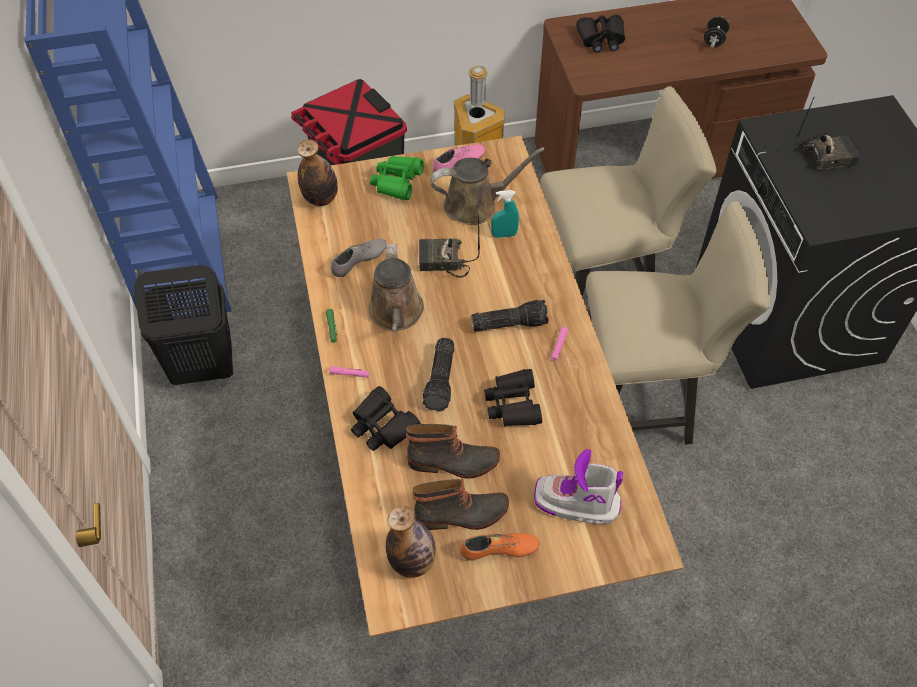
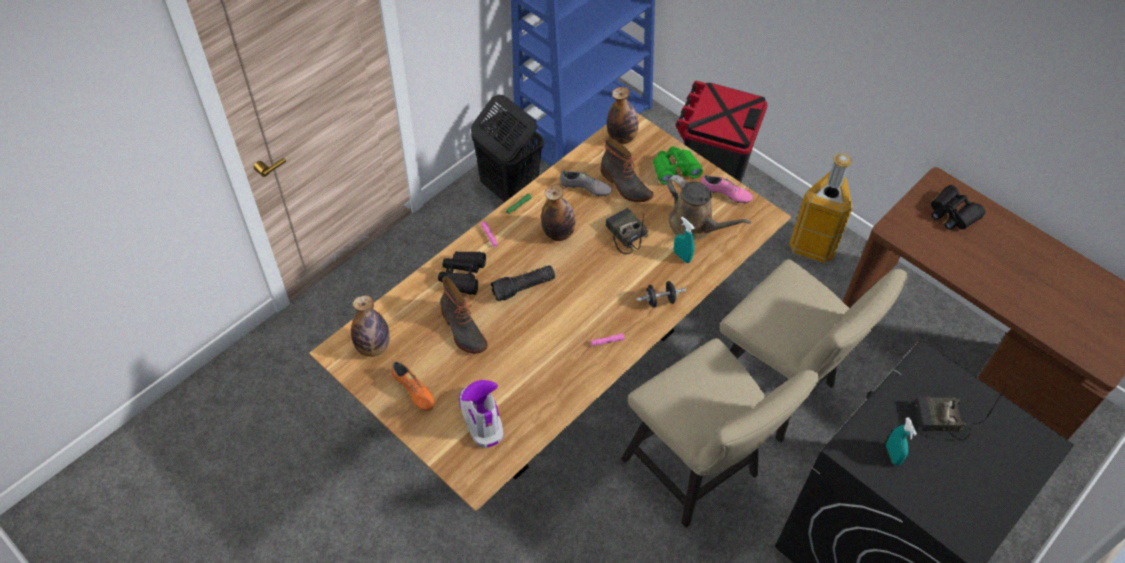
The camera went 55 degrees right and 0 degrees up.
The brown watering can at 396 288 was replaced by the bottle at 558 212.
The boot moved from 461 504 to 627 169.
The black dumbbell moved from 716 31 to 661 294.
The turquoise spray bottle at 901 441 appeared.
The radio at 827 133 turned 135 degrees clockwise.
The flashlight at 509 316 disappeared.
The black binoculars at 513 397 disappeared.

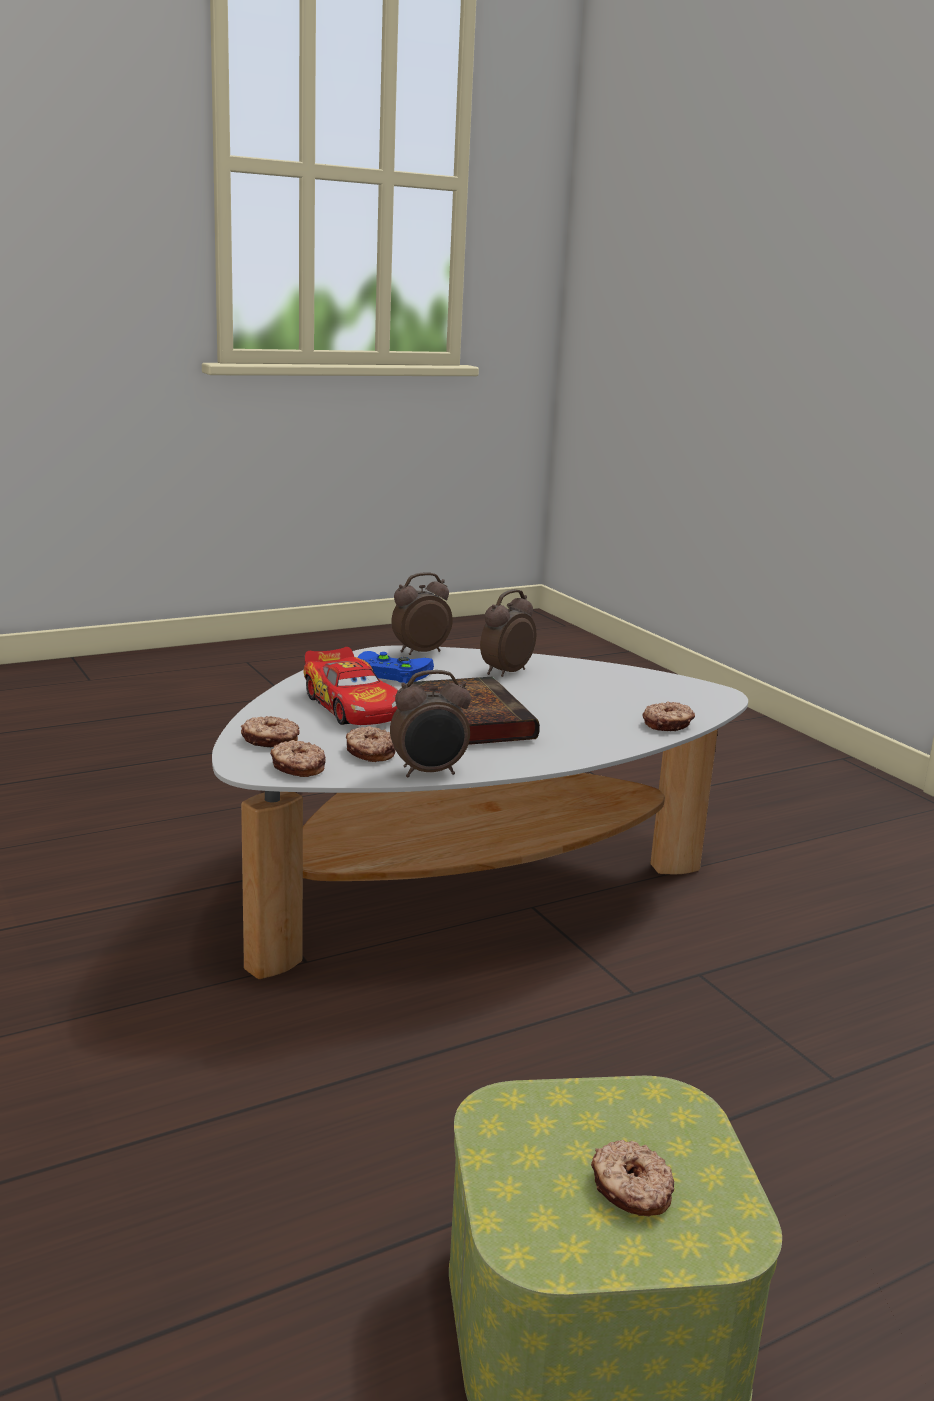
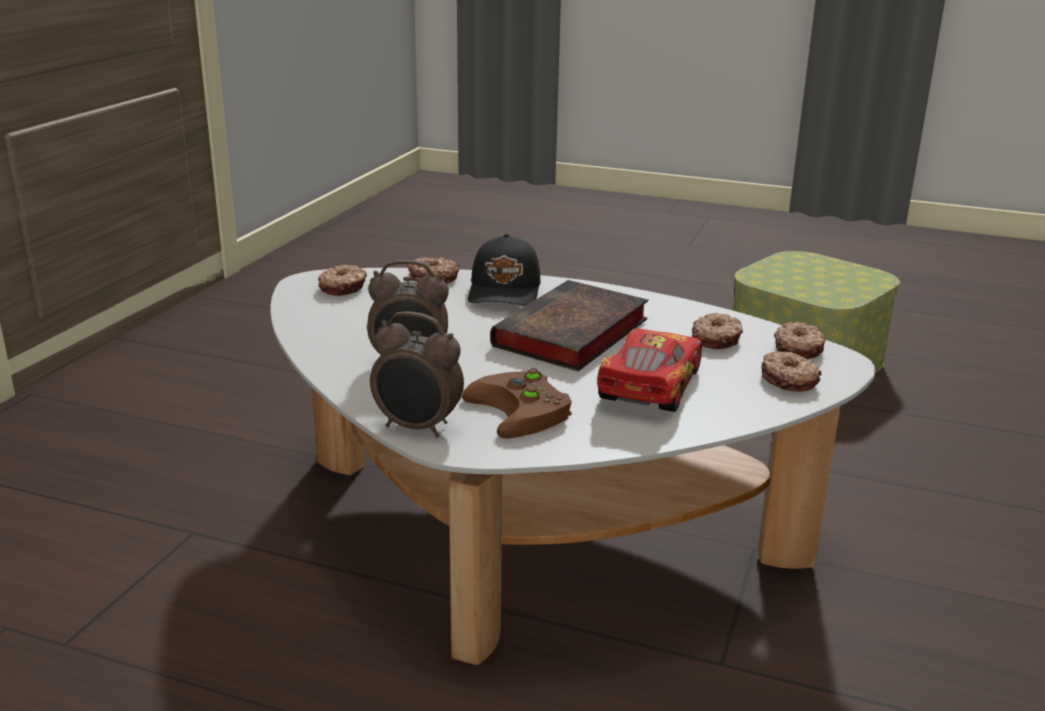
The camera went 130 degrees left and 5 degrees up.
The donut moved from 632 1178 to 342 280.
The blue game controller at 396 667 became the brown game controller at 517 403.
The black cap at 504 270 appeared.
The alarm clock at 430 723 disappeared.

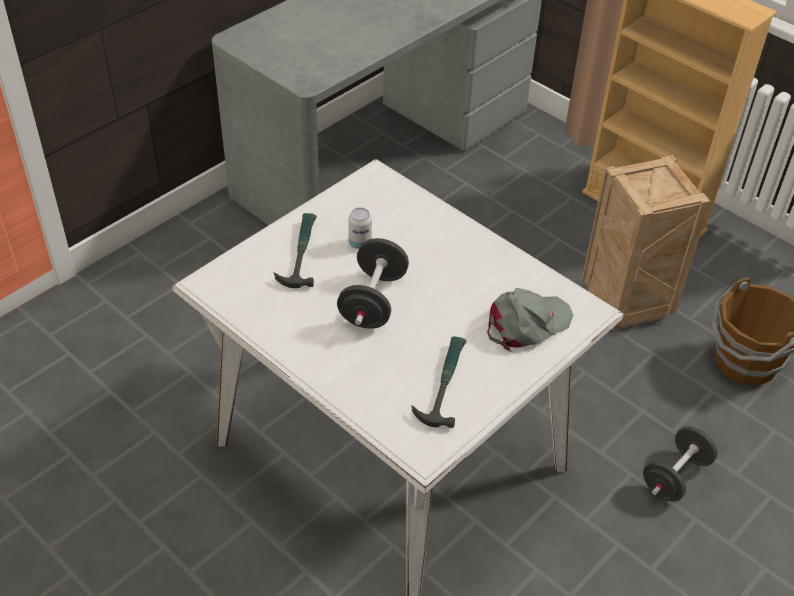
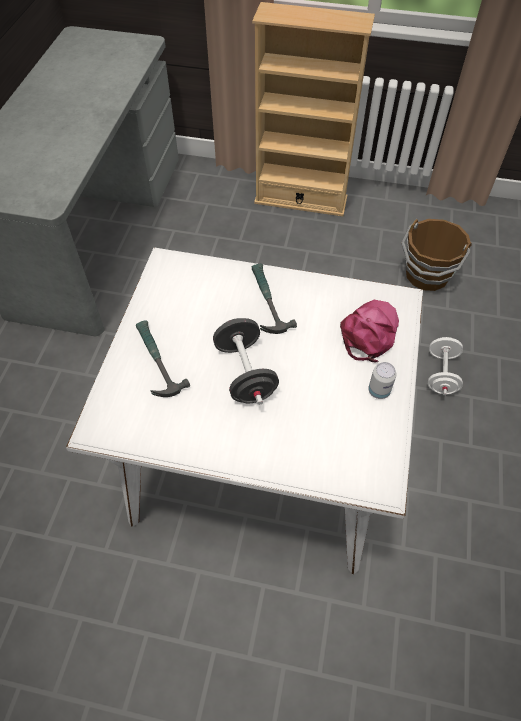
The camera went 30 degrees left and 10 degrees up.
The hammer moved from 439 382 to 274 299.
The grey cap at 530 320 became the pink cap at 369 331.
The can moved from 360 228 to 382 380.
The black dumbbell at 680 464 became the white dumbbell at 445 366.
The crate at 646 242 disappeared.

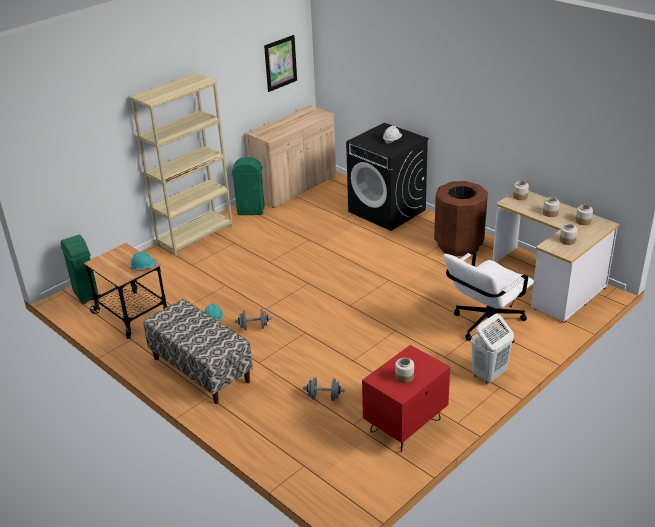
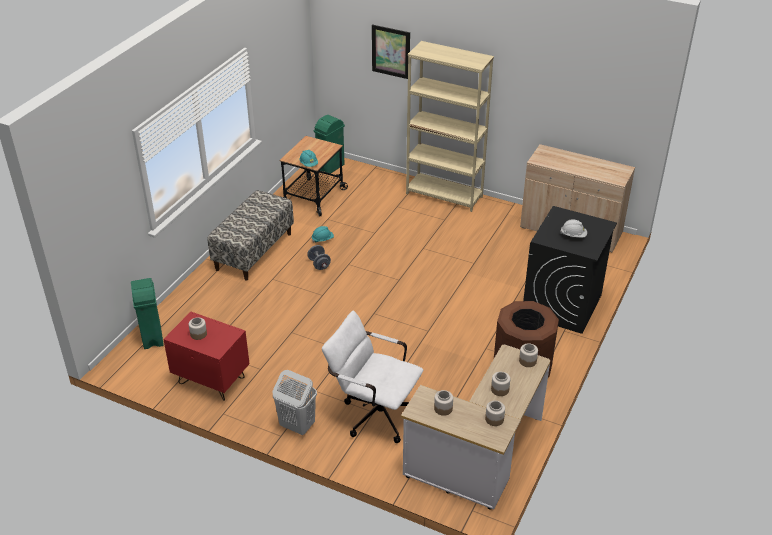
The camera went 70 degrees right and 5 degrees up.
The green trash can moved from 248 186 to 147 313.
The picture moved from 280 63 to 391 51.
The grey dumbbell at 323 389 disappeared.

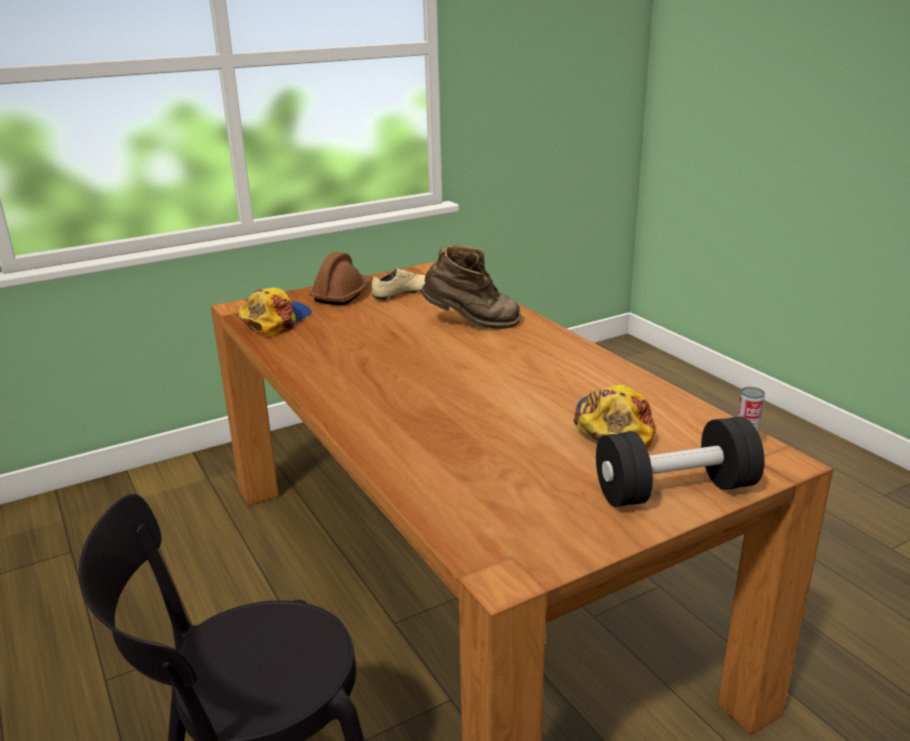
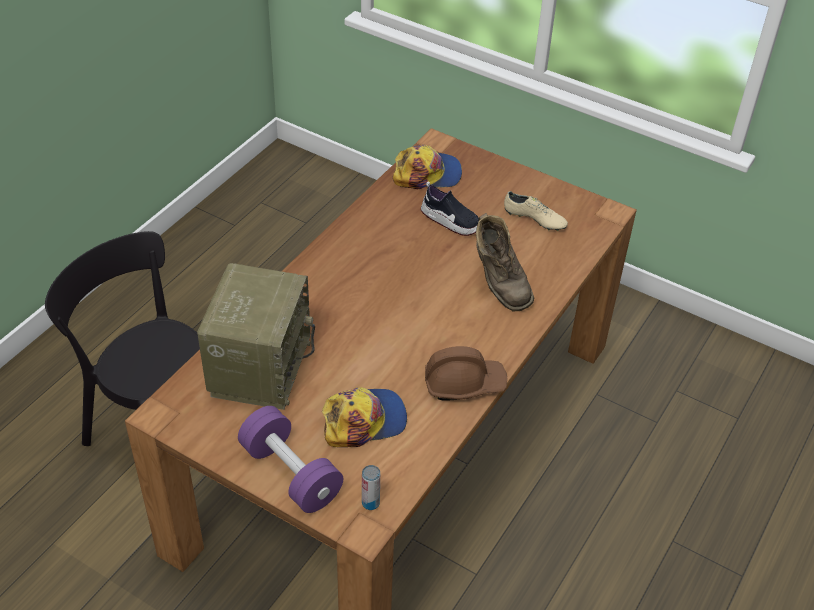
The camera went 60 degrees right and 20 degrees up.
The radio at 256 336 appeared.
The black dumbbell at 680 461 became the purple dumbbell at 290 459.
The shoe at 450 209 appeared.
The brown hard hat moved from 341 278 to 466 373.

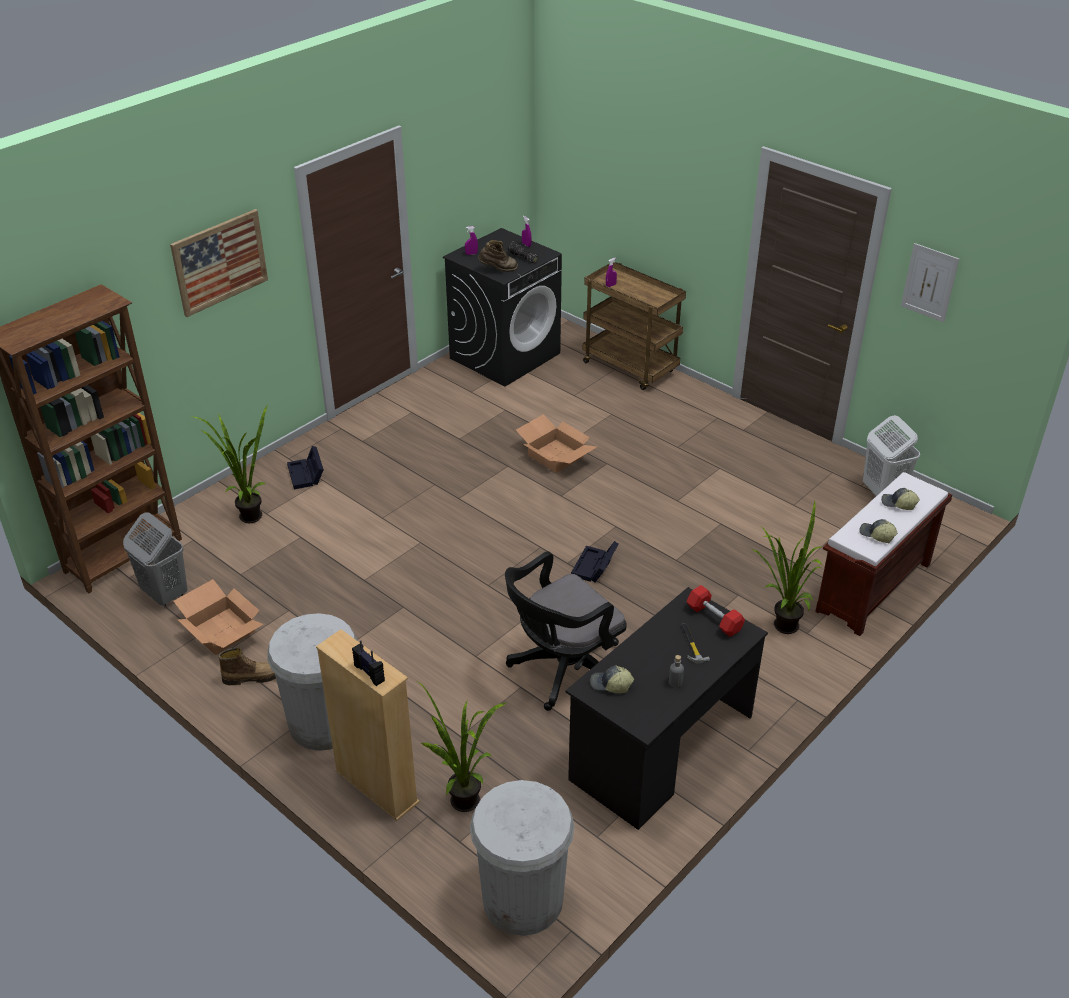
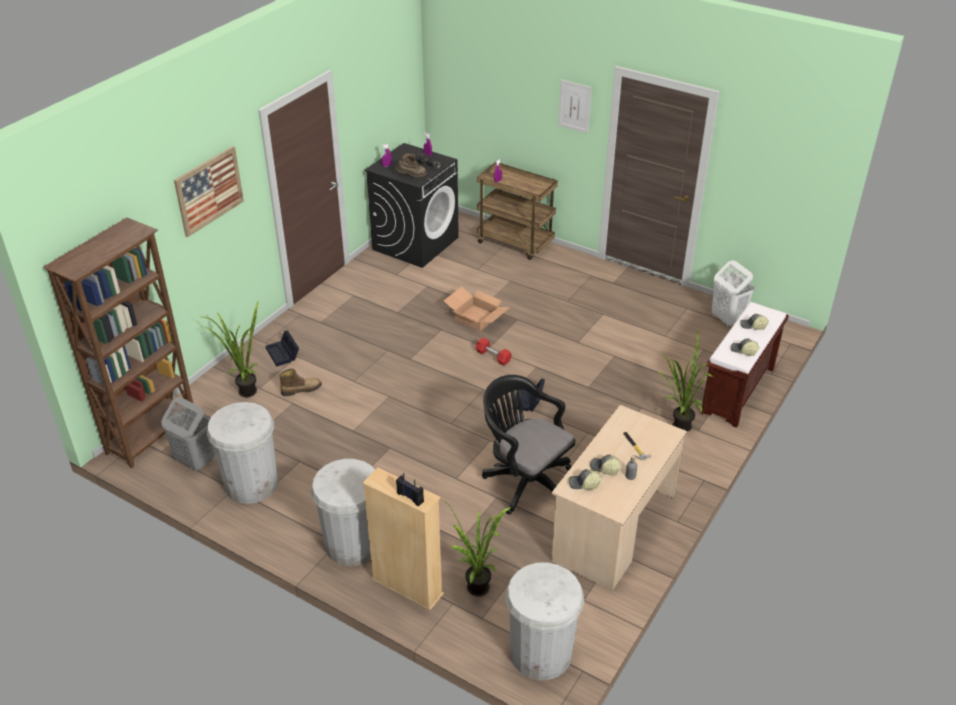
The camera went 10 degrees left and 0 degrees up.
The cardboard box at 219 617 was replaced by the white trash can at 242 453.
The boot moved from 247 666 to 300 382.
The red dumbbell moved from 716 611 to 493 352.
The black office chair at 566 631 turned 90 degrees clockwise.
The black desk at 667 708 became the beige desk at 619 498.
The picture moved from 930 282 to 575 106.
The cap at 606 465 appeared.

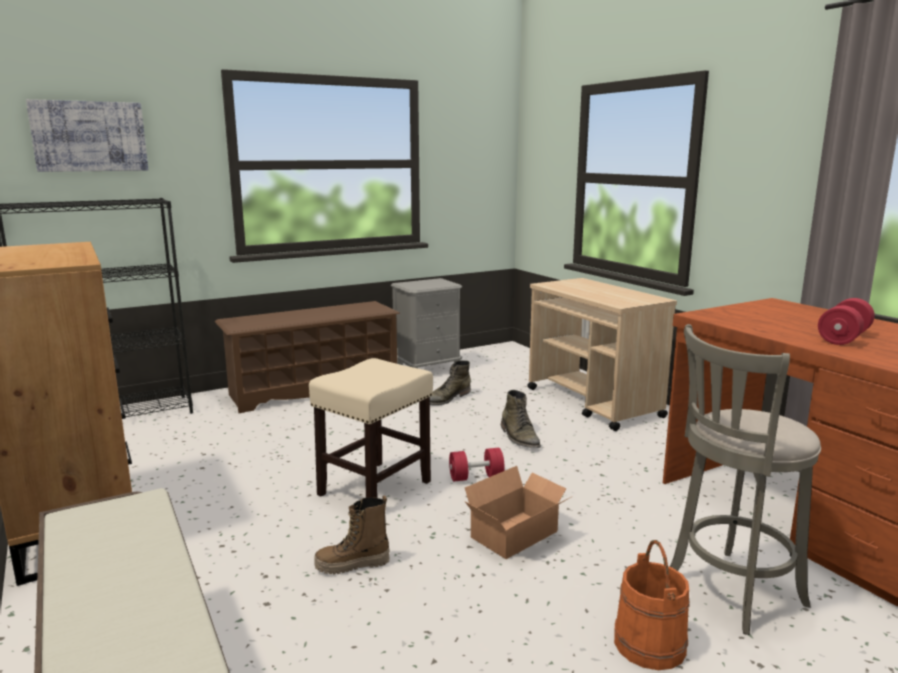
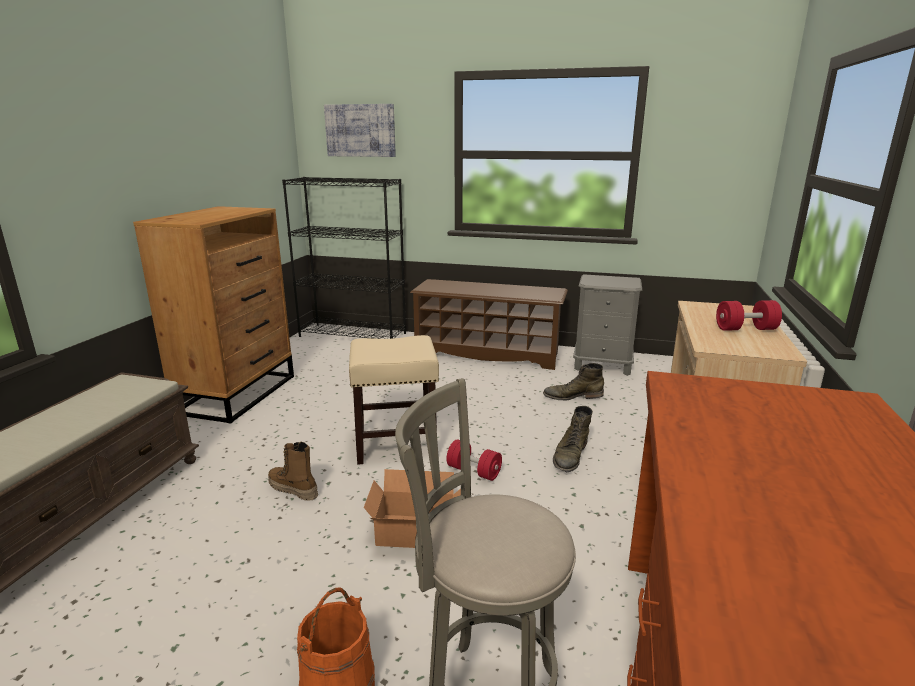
The camera went 45 degrees right and 5 degrees up.
The red dumbbell moved from 846 321 to 749 315.

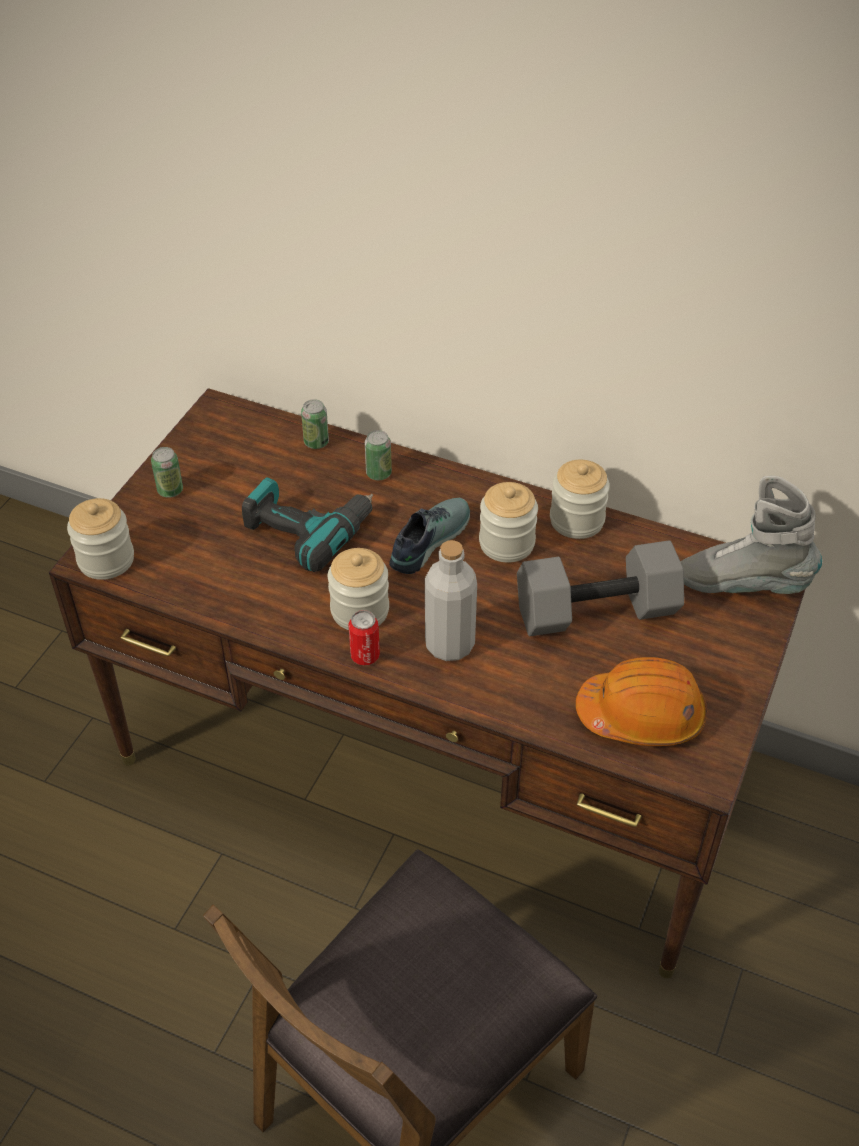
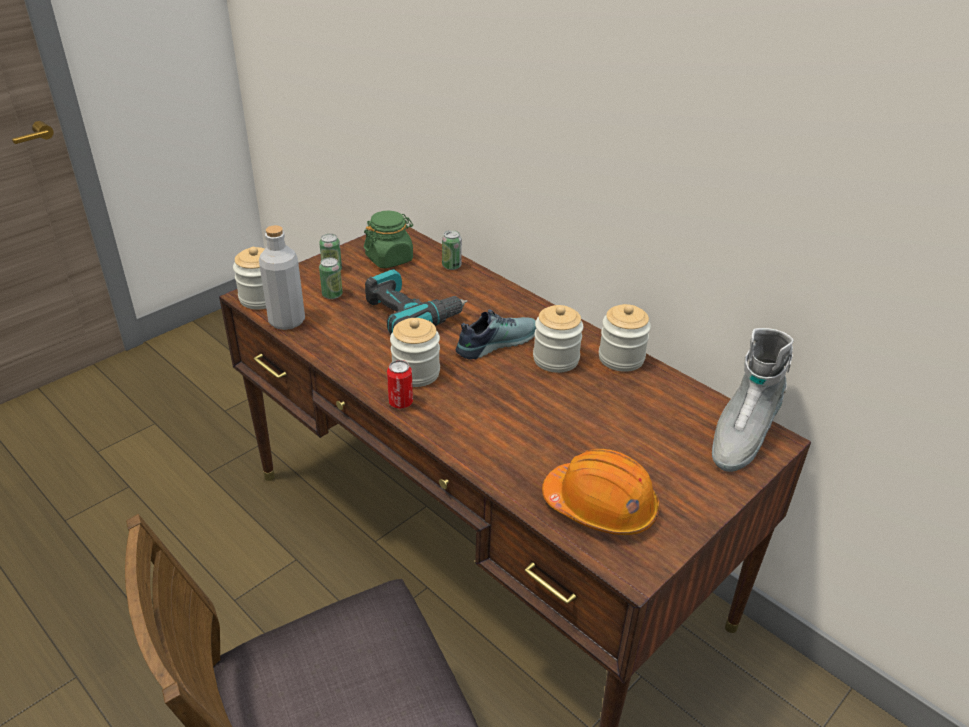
The camera went 20 degrees right and 10 degrees down.
The grey bottle moved from 451 600 to 282 277.
The can moved from 378 455 to 331 278.
The green jar at 388 239 appeared.
The grey boot at 751 535 turned 90 degrees counterclockwise.
The grey dumbbell at 600 588 disappeared.

